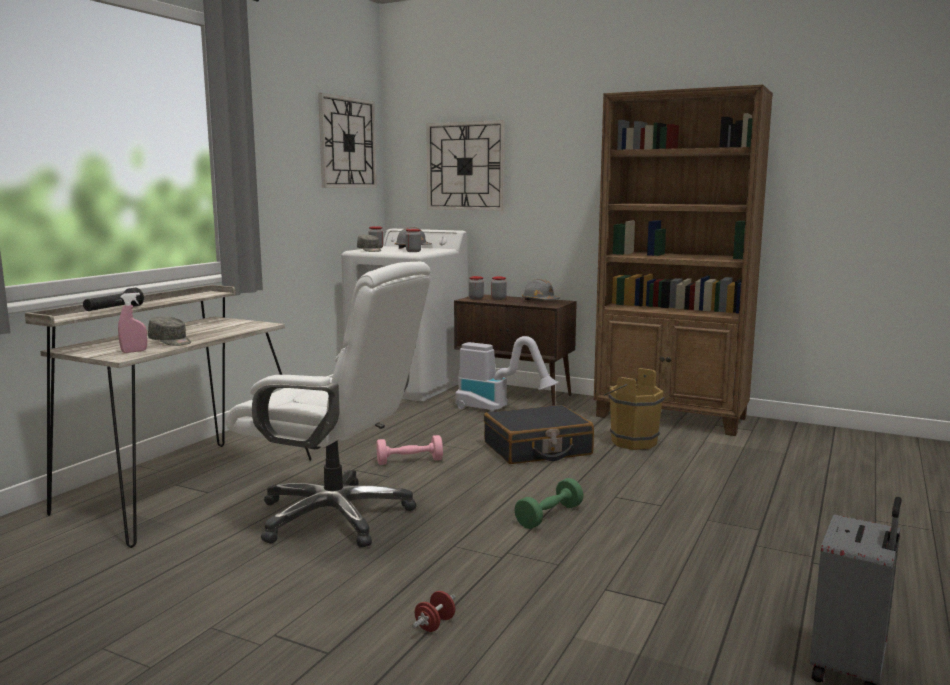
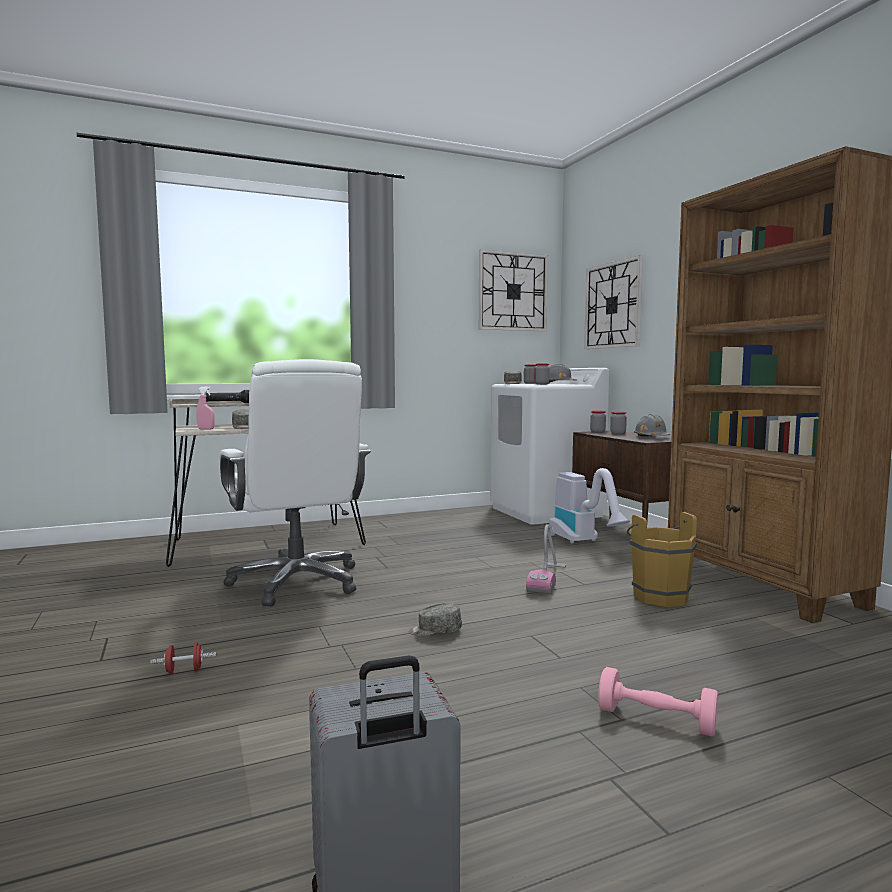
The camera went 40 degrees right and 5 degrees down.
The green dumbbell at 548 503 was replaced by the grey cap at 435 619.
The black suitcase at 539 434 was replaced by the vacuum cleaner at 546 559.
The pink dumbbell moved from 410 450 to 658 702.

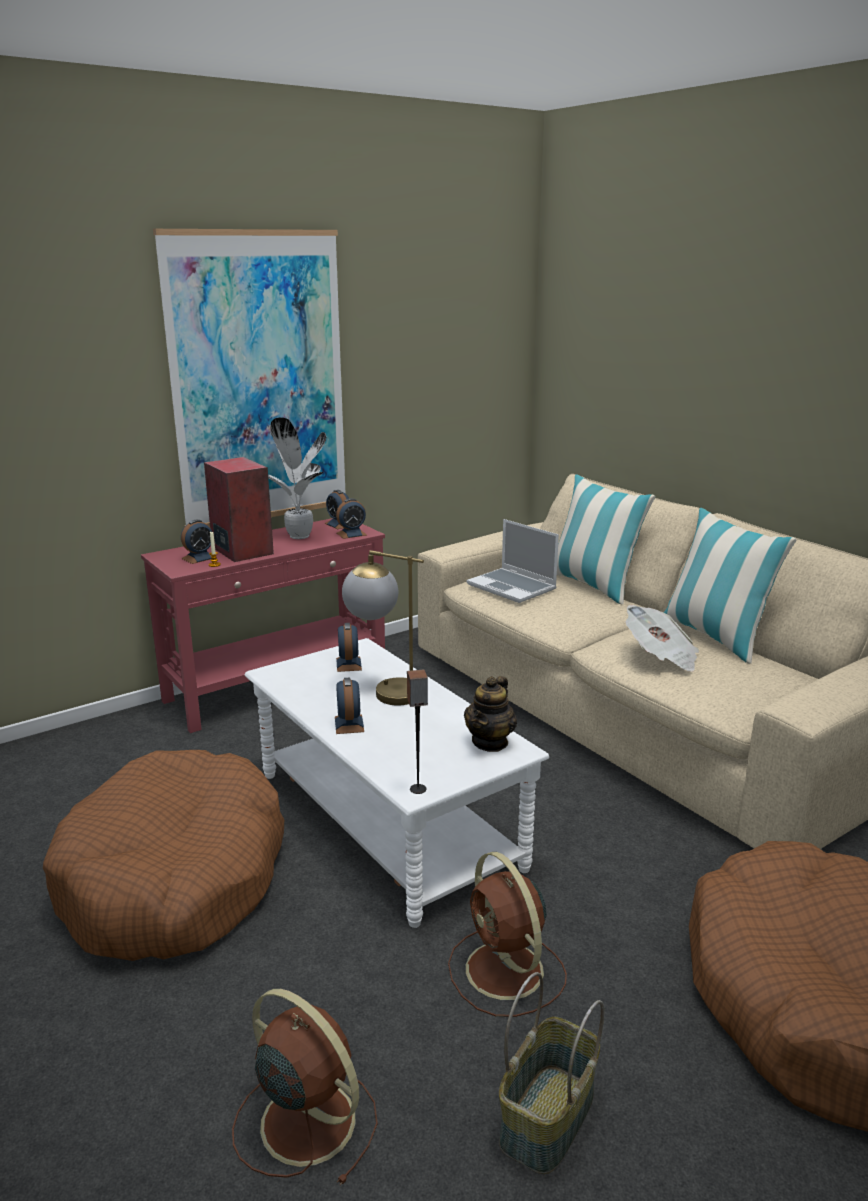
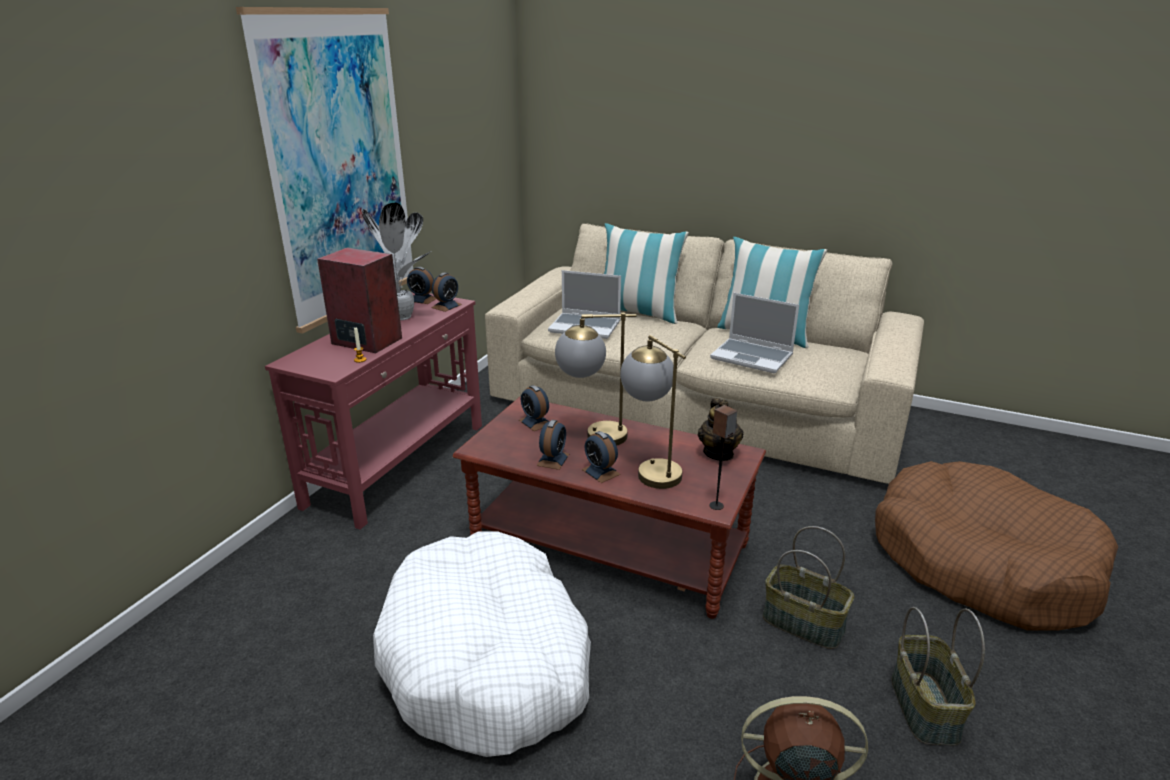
The camera went 30 degrees left and 5 degrees up.
The brown dog bed at 163 855 became the white dog bed at 482 644.
The white coffee table at 397 783 became the brown coffee table at 609 508.
The alarm clock moved from 196 542 to 553 445.
The table lamp at 653 412 appeared.
The newspaper at 662 638 was replaced by the laptop at 754 333.
The brown fan at 507 934 was replaced by the basket at 808 587.

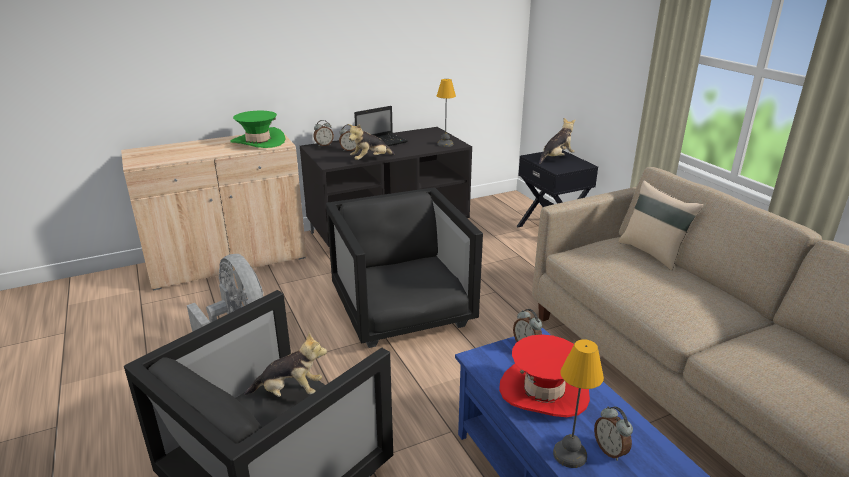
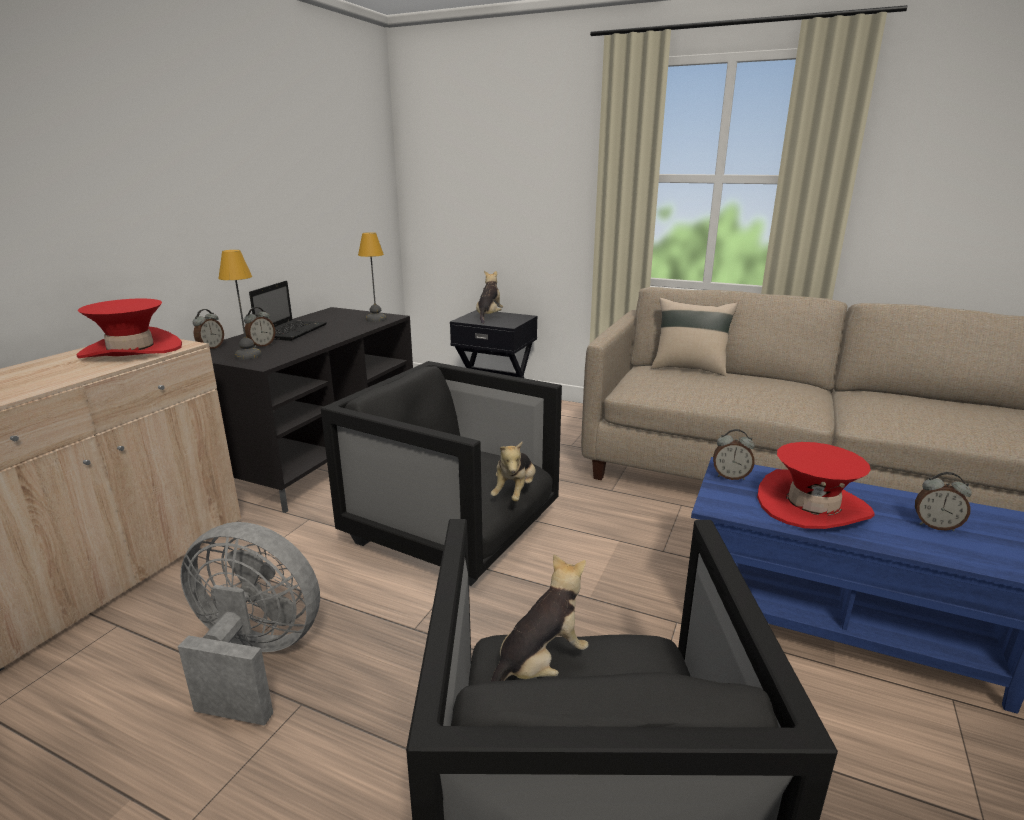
The camera went 40 degrees left and 5 degrees down.
The green hat at 258 129 became the red hat at 129 328.
The table lamp moved from 578 403 to 240 305.
The plush toy moved from 371 142 to 513 471.

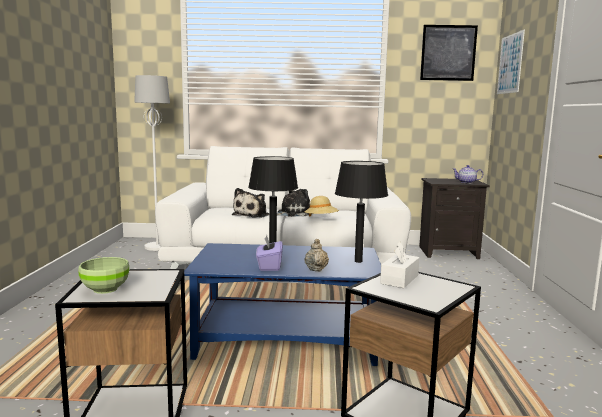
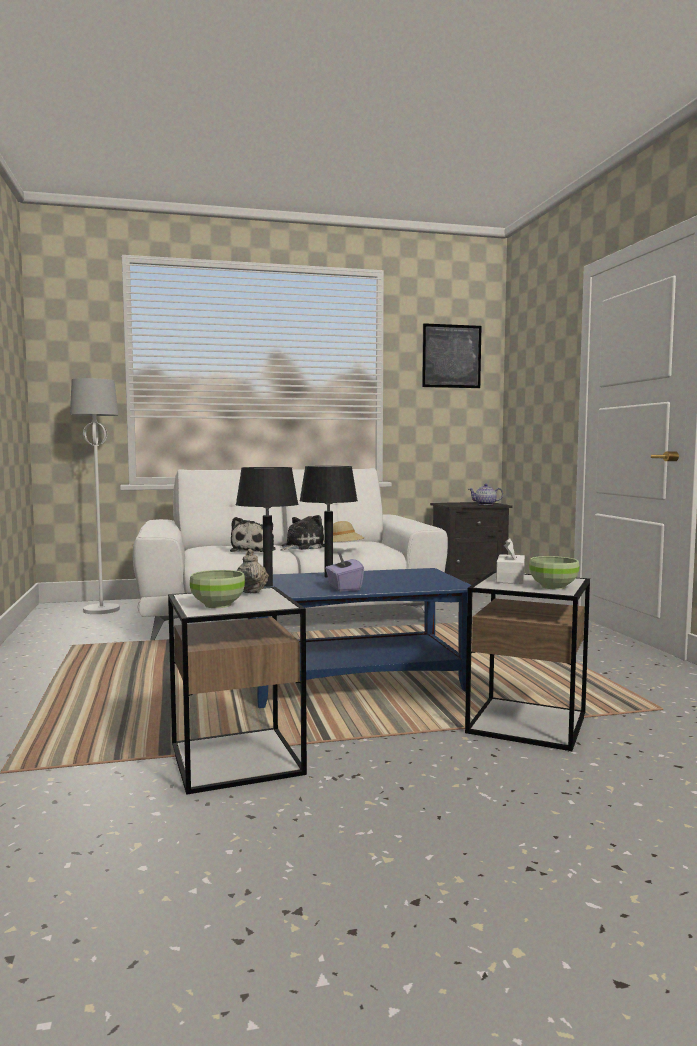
The camera went 15 degrees left and 5 degrees down.
The black table lamp moved from 361 212 to 267 527.
The beige teapot moved from 316 255 to 252 571.
The green bowl at 554 573 appeared.
The picture at 511 62 disappeared.

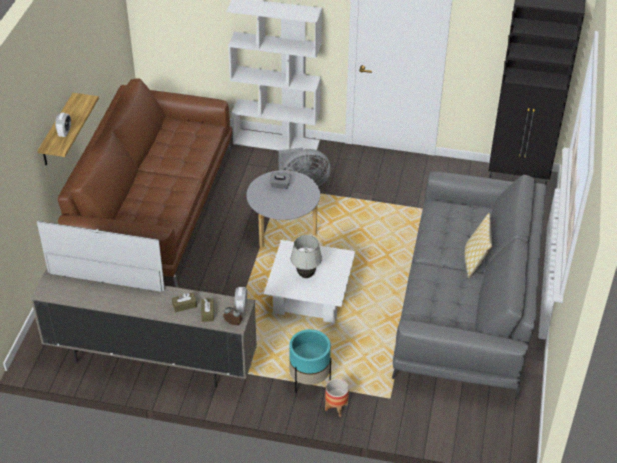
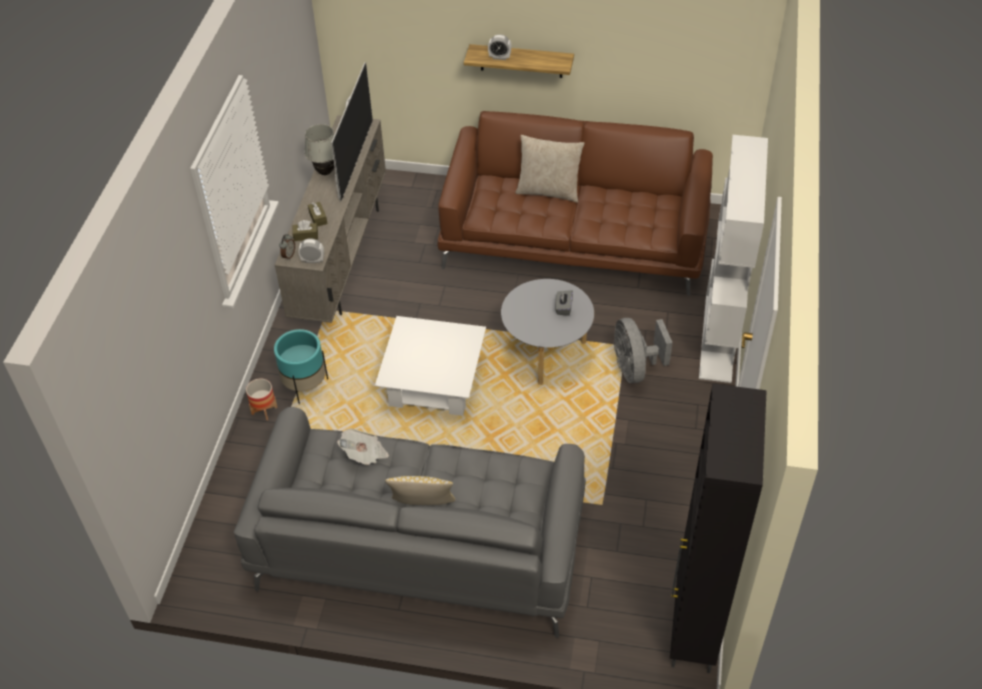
The camera went 90 degrees right and 5 degrees up.
The white table lamp moved from 306 256 to 319 149.
The newspaper at 363 446 appeared.
The beige pillow at 549 169 appeared.

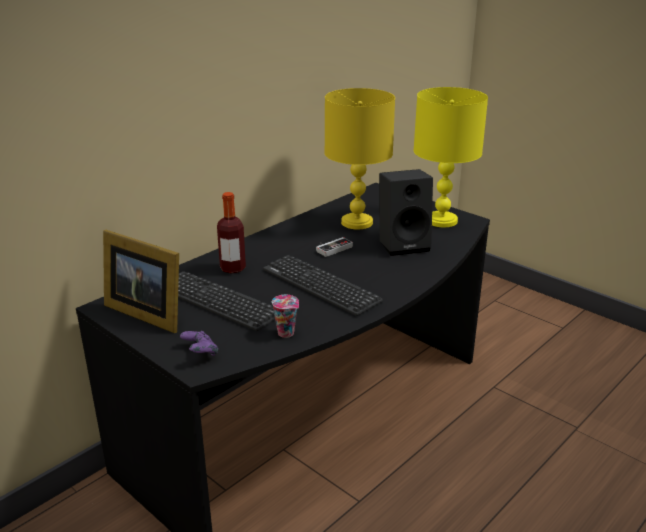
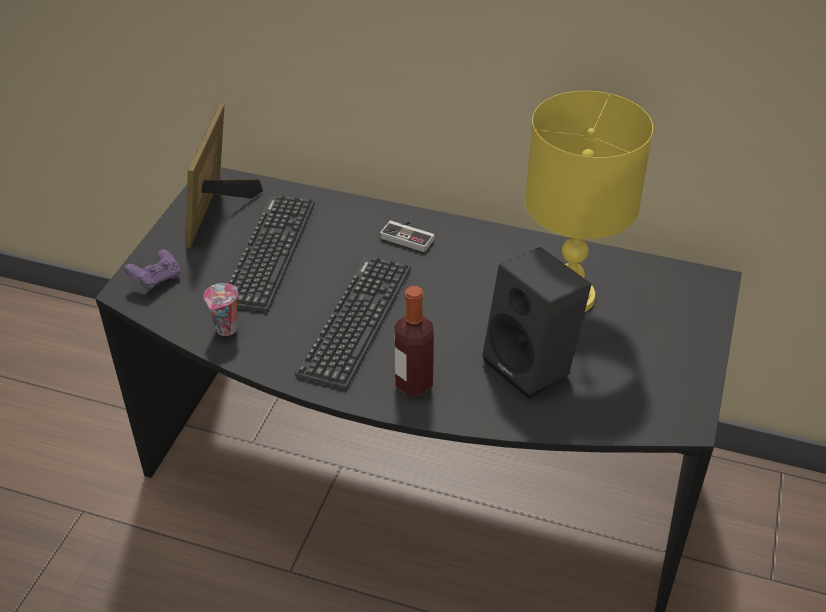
The camera went 65 degrees right and 15 degrees up.
The game controller moved from 334 247 to 407 236.
The bottle moved from 231 233 to 414 340.
The yellow table lamp at 450 157 disappeared.

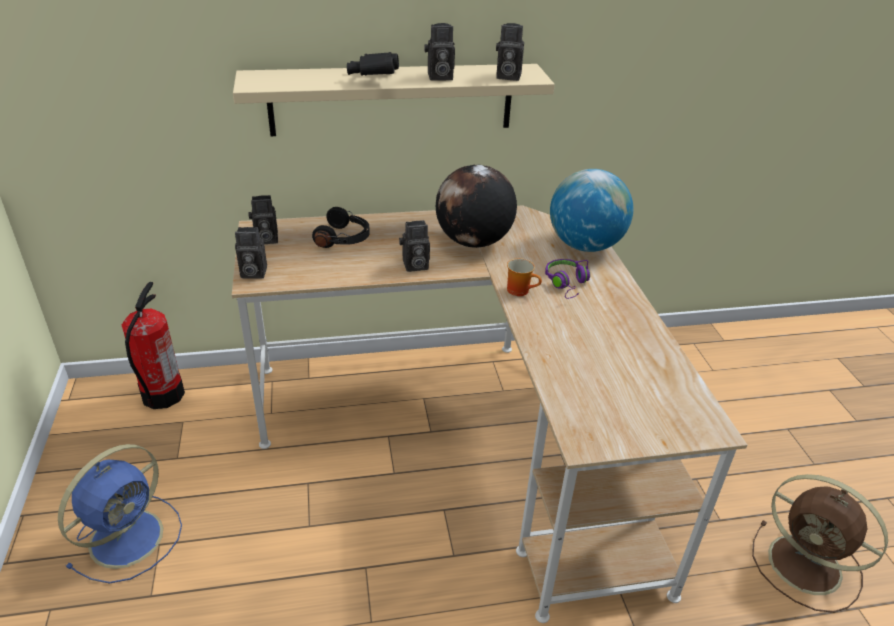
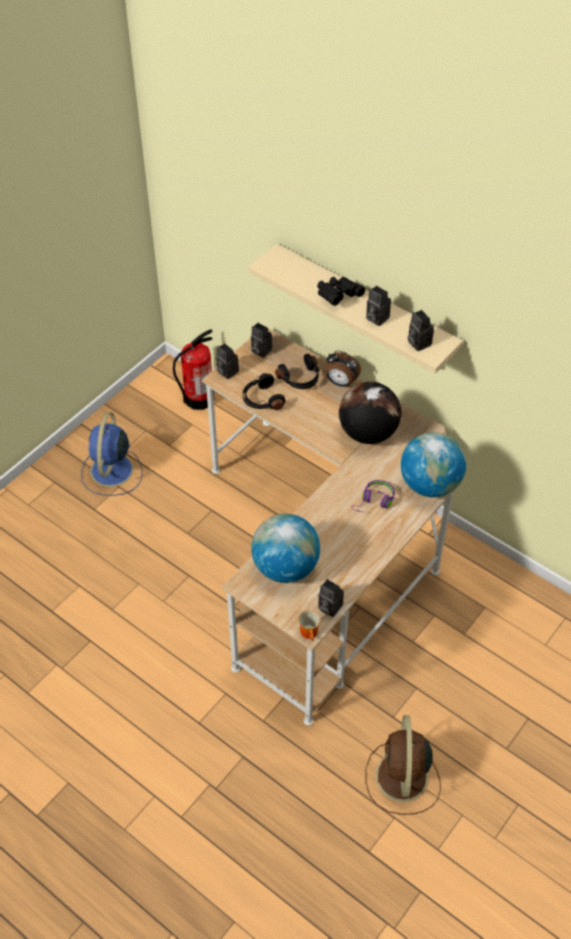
The camera went 50 degrees right and 15 degrees up.
The blue fan at 120 514 turned 105 degrees clockwise.
The black headphones at 264 391 appeared.
The globe at 285 548 appeared.
The mug moved from 524 277 to 309 625.
The photo camera moved from 414 246 to 331 598.
The alarm clock at 343 368 appeared.

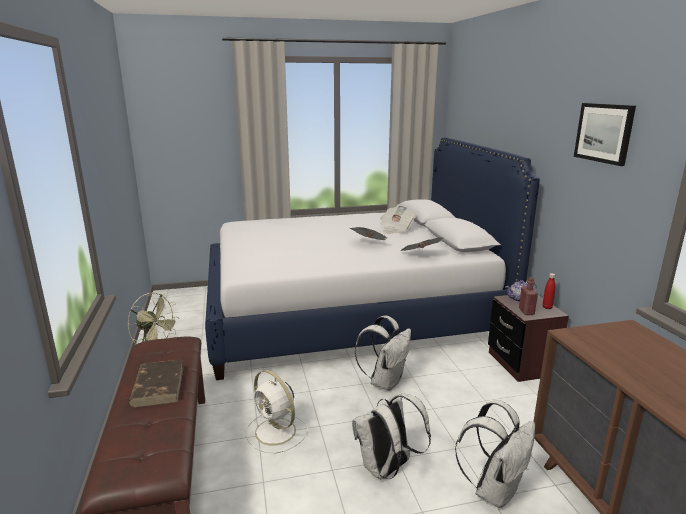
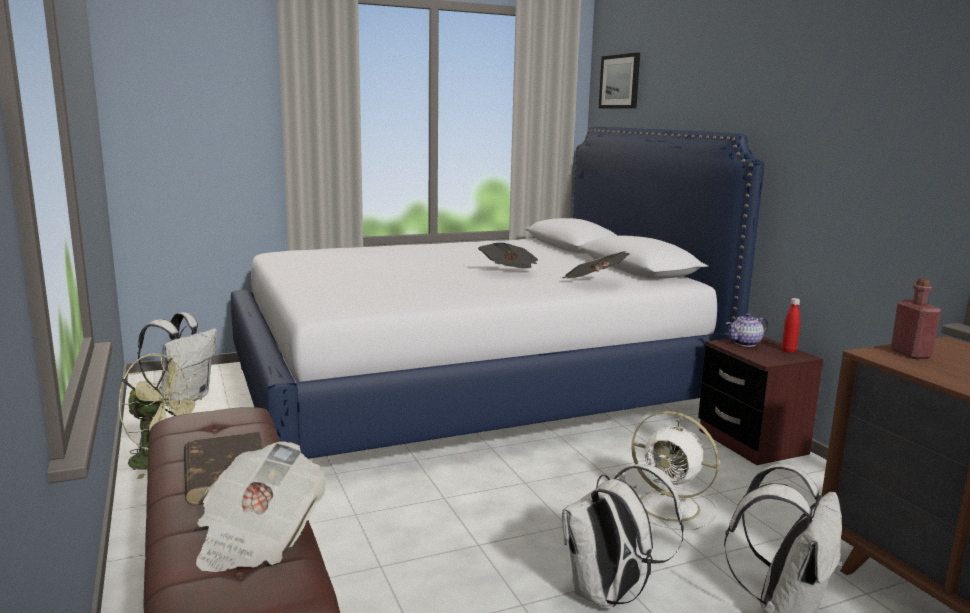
The camera went 10 degrees left and 5 degrees down.
The white backpack moved from 383 353 to 177 356.
The newspaper moved from 398 219 to 261 507.
The picture moved from 605 134 to 619 81.
The white fan moved from 277 411 to 675 470.
The red bottle moved from 528 296 to 916 318.

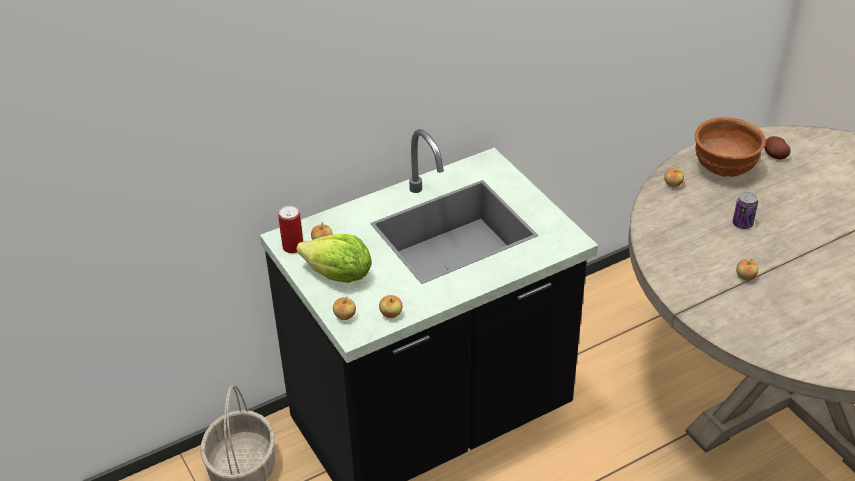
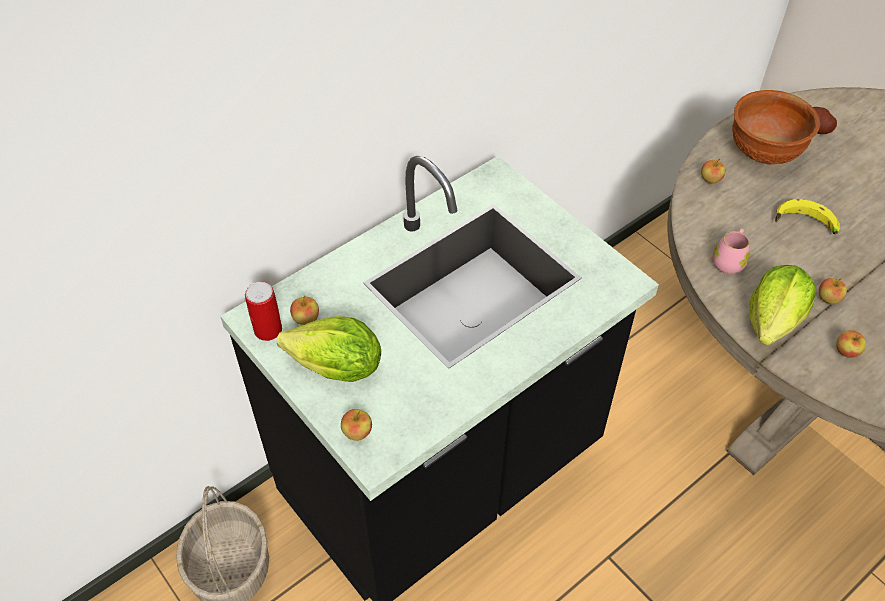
The camera went 10 degrees left and 10 degrees up.
The pink mug at 731 251 appeared.
The lettuce at 782 305 appeared.
The can at 745 210 was replaced by the banana at 807 217.
The apple moved from 390 306 to 851 344.

